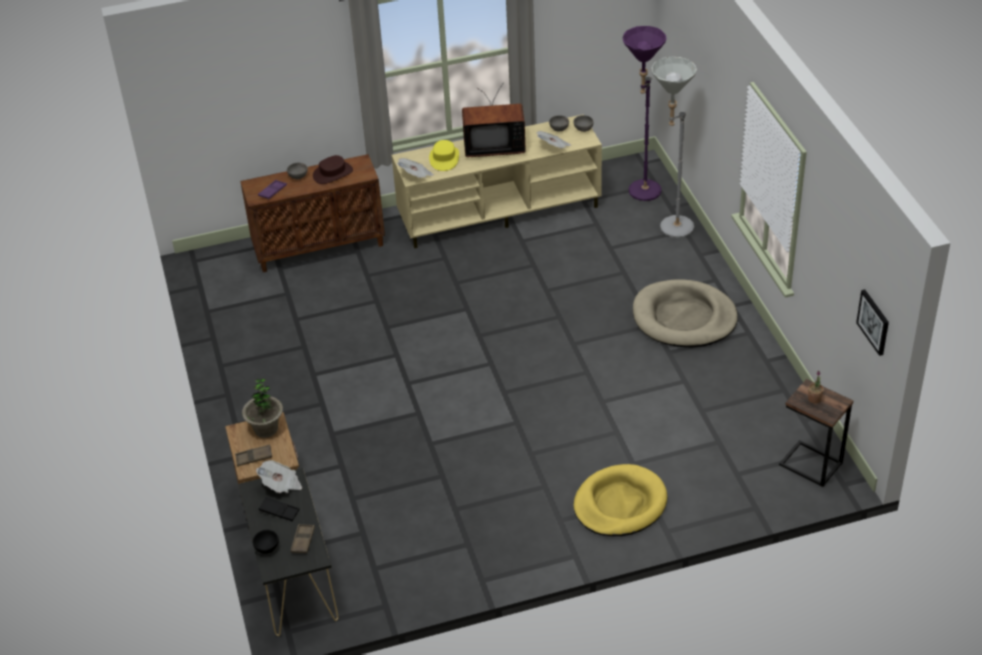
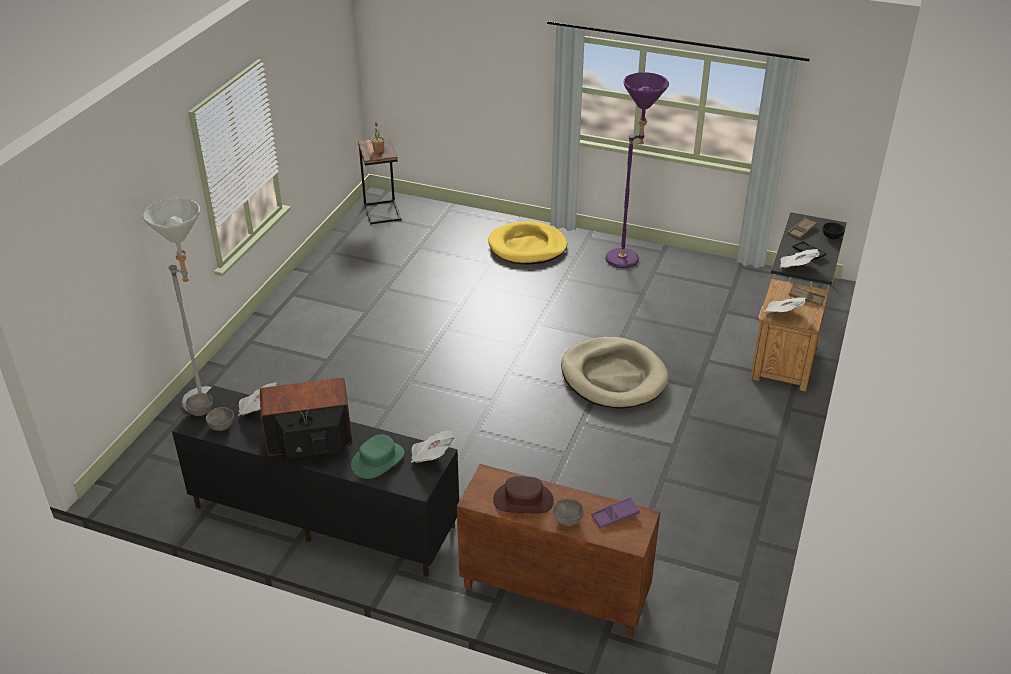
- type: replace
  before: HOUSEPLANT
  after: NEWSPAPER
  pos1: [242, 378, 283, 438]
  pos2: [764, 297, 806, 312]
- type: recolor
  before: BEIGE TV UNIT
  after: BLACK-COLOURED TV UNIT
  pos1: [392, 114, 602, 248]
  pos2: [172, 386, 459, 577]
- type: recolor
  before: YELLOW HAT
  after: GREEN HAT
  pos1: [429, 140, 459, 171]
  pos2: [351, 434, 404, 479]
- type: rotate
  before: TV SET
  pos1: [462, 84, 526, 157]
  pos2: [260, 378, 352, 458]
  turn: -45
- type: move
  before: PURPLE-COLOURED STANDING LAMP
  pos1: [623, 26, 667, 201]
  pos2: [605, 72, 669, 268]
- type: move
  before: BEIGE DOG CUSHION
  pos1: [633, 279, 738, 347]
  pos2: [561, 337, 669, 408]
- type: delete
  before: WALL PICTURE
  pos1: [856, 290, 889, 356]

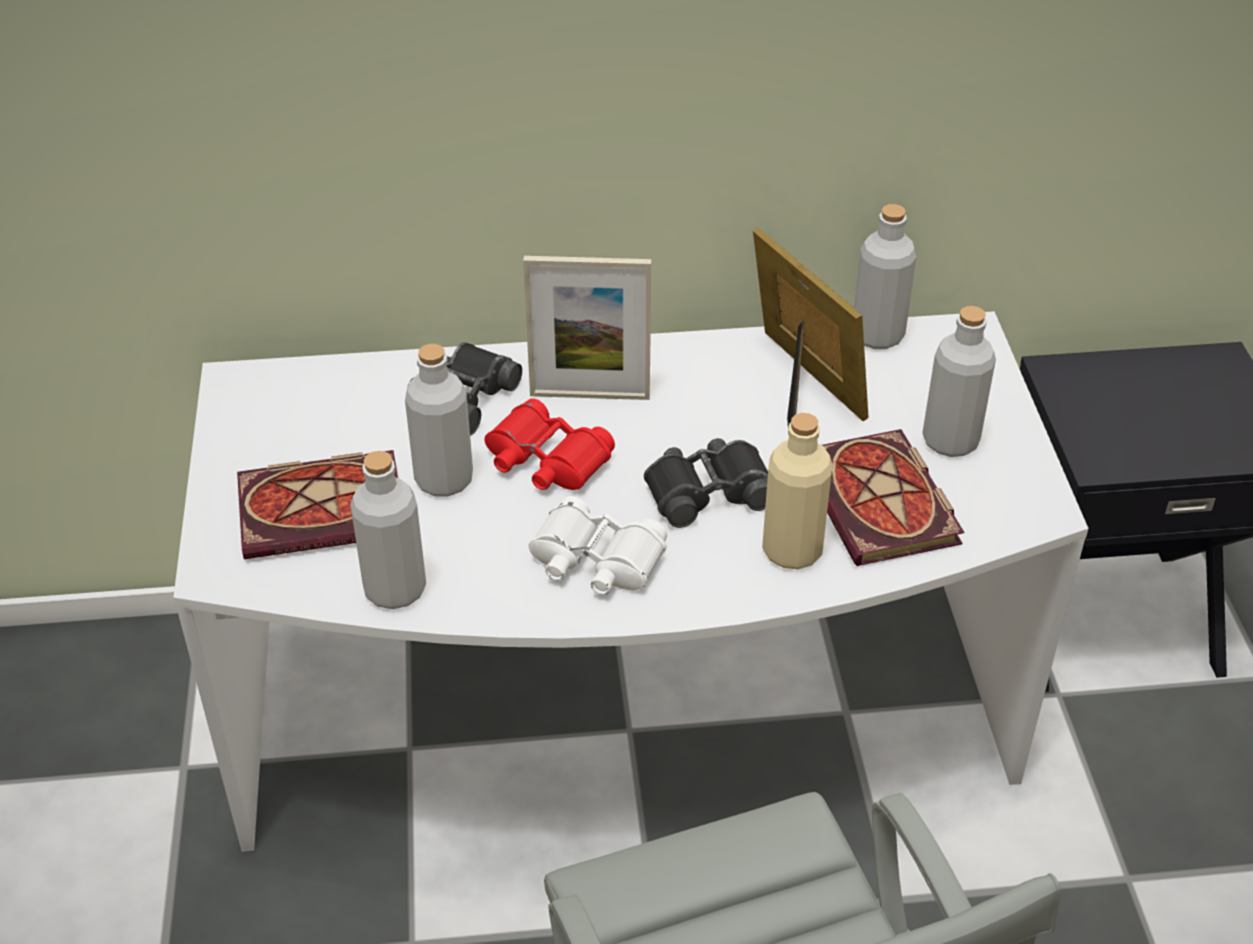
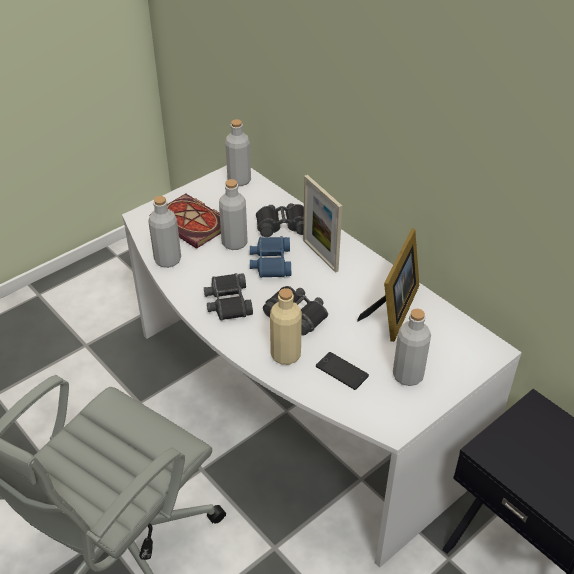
- type: recolor
  before: RED-COLOURED PAIR OF BINOCULARS
  after: BLUISH PAIR OF BINOCULARS
  pos1: [485, 398, 615, 490]
  pos2: [250, 236, 291, 278]
- type: recolor
  before: WHITE PAIR OF BINOCULARS
  after: BLACK-COLOURED PAIR OF BINOCULARS
  pos1: [529, 496, 667, 595]
  pos2: [204, 273, 253, 320]
- type: replace
  before: BOUND BOOK
  after: HANDSET
  pos1: [822, 429, 964, 566]
  pos2: [316, 352, 369, 390]
- type: move
  before: GRAY DRINK BOTTLE
  pos1: [854, 204, 916, 349]
  pos2: [225, 119, 251, 186]

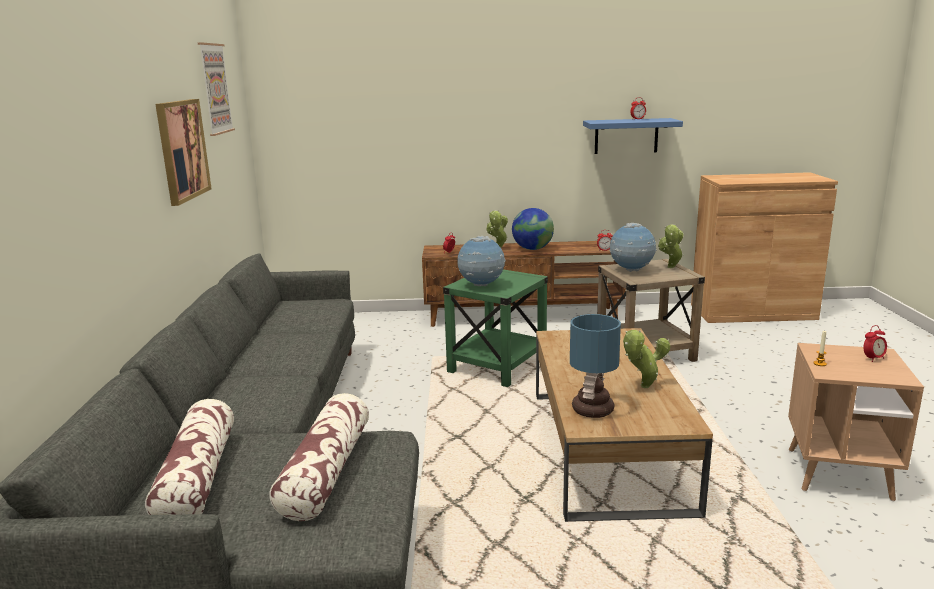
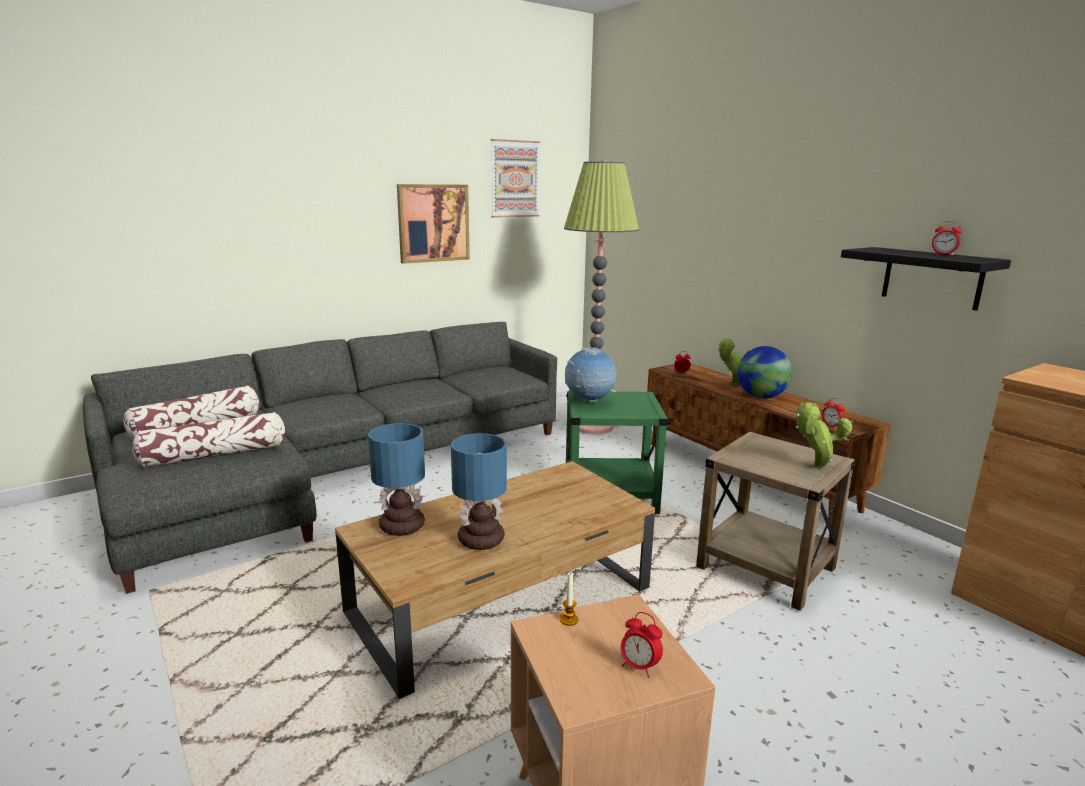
- type: recolor
  before: BLUISH BRACKET SHELF
  after: BLACK-COLOURED BRACKET SHELF
  pos1: [583, 118, 683, 154]
  pos2: [841, 247, 1011, 311]
- type: delete
  before: DESK GLOBE
  pos1: [610, 223, 657, 272]
- type: replace
  before: HOUSEPLANT
  after: LAMP FOR A TABLE
  pos1: [623, 330, 670, 388]
  pos2: [451, 433, 507, 550]
- type: insert
  after: STANDING LAMP
  pos2: [564, 161, 639, 434]

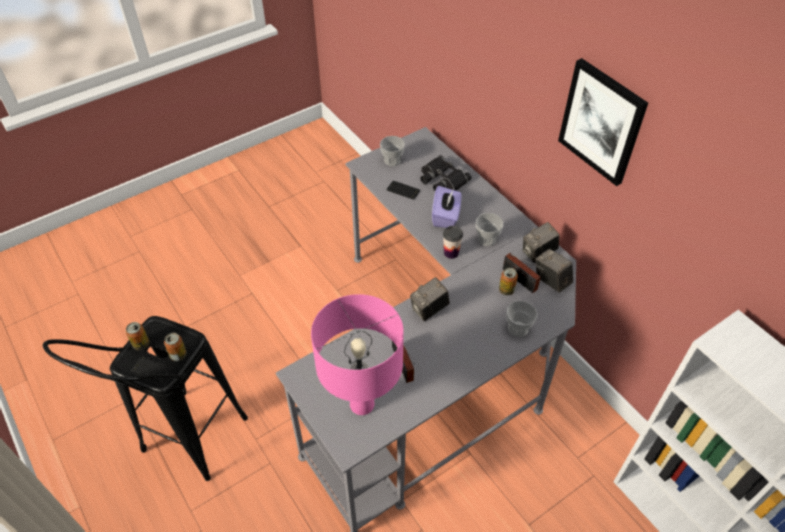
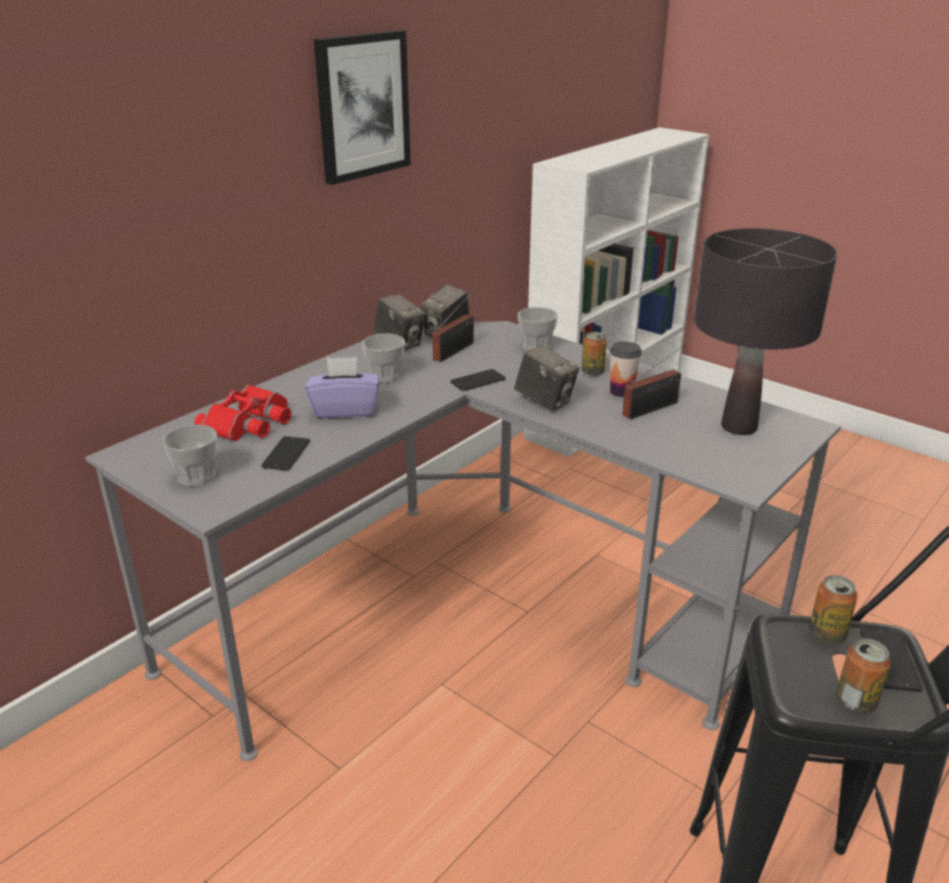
- type: recolor
  before: PINK LAMP FOR A TABLE
  after: BLACK-COLOURED LAMP FOR A TABLE
  pos1: [311, 294, 404, 415]
  pos2: [694, 228, 837, 435]
- type: recolor
  before: BLACK-COLOURED PAIR OF BINOCULARS
  after: RED-COLOURED PAIR OF BINOCULARS
  pos1: [420, 155, 472, 191]
  pos2: [194, 385, 291, 441]
- type: move
  before: DRINKING CUP
  pos1: [443, 226, 463, 259]
  pos2: [610, 341, 642, 397]
- type: move
  before: SEALED CAN
  pos1: [499, 268, 518, 295]
  pos2: [581, 332, 607, 376]
- type: insert
  after: HANDSET
  pos2: [450, 369, 506, 391]

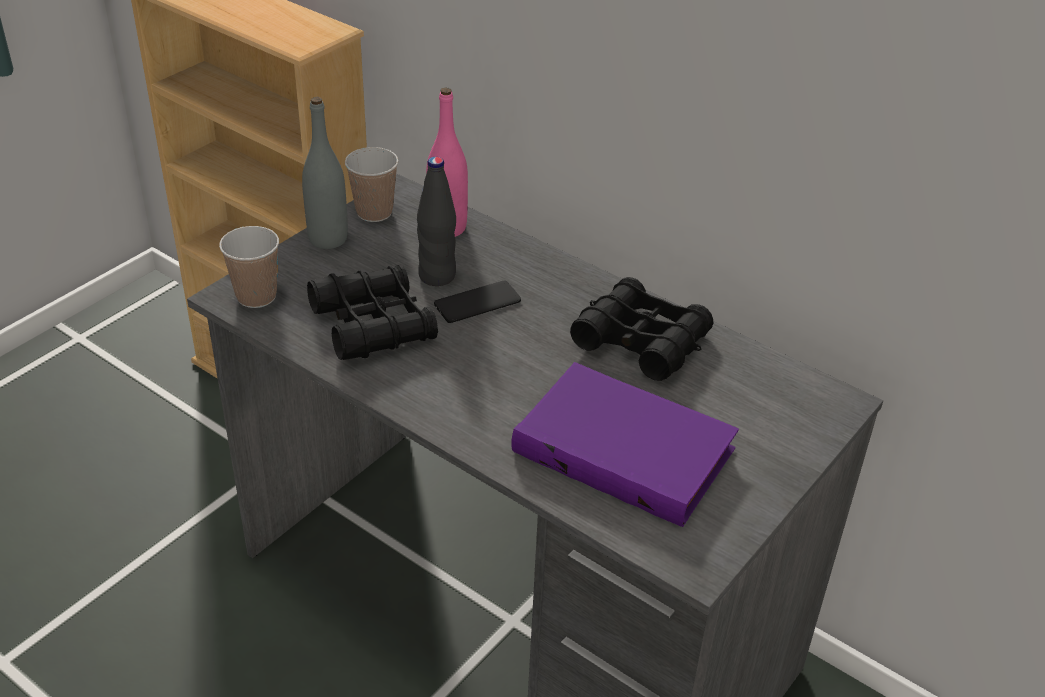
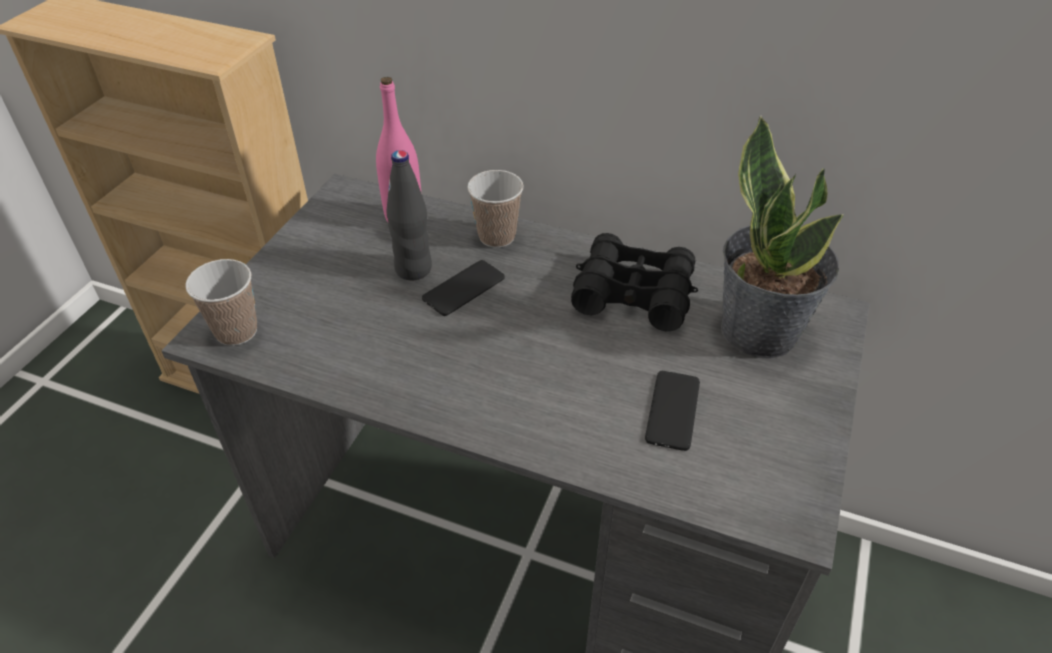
- type: delete
  before: GRAY DRINK BOTTLE
  pos1: [302, 97, 348, 249]
- type: delete
  before: BLACK-COLOURED PAIR OF BINOCULARS
  pos1: [307, 264, 438, 360]
- type: move
  before: DRINKING CUP
  pos1: [345, 147, 399, 222]
  pos2: [467, 170, 523, 248]
- type: replace
  before: PURPLE-COLOURED BOUND BOOK
  after: HANDSET
  pos1: [511, 362, 739, 527]
  pos2: [645, 371, 700, 451]
- type: insert
  after: HOUSEPLANT
  pos2: [721, 115, 844, 359]

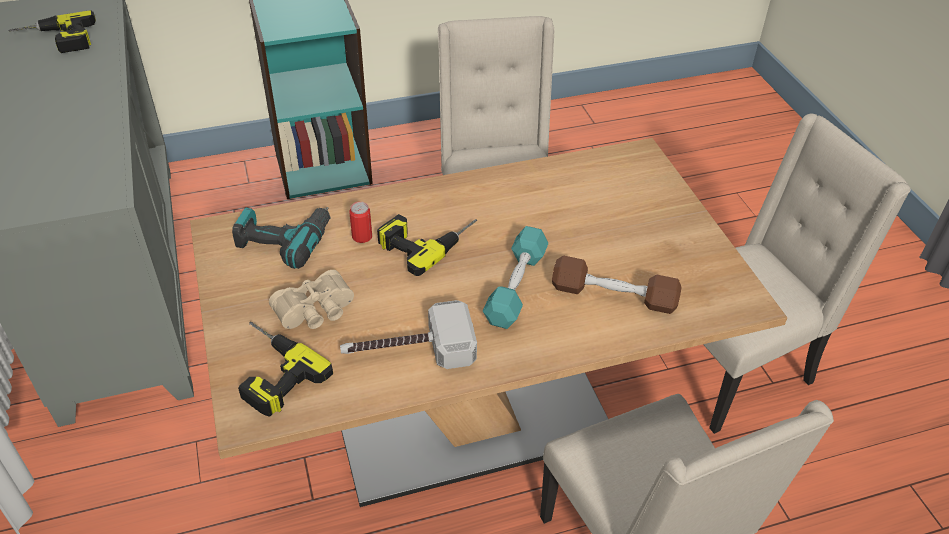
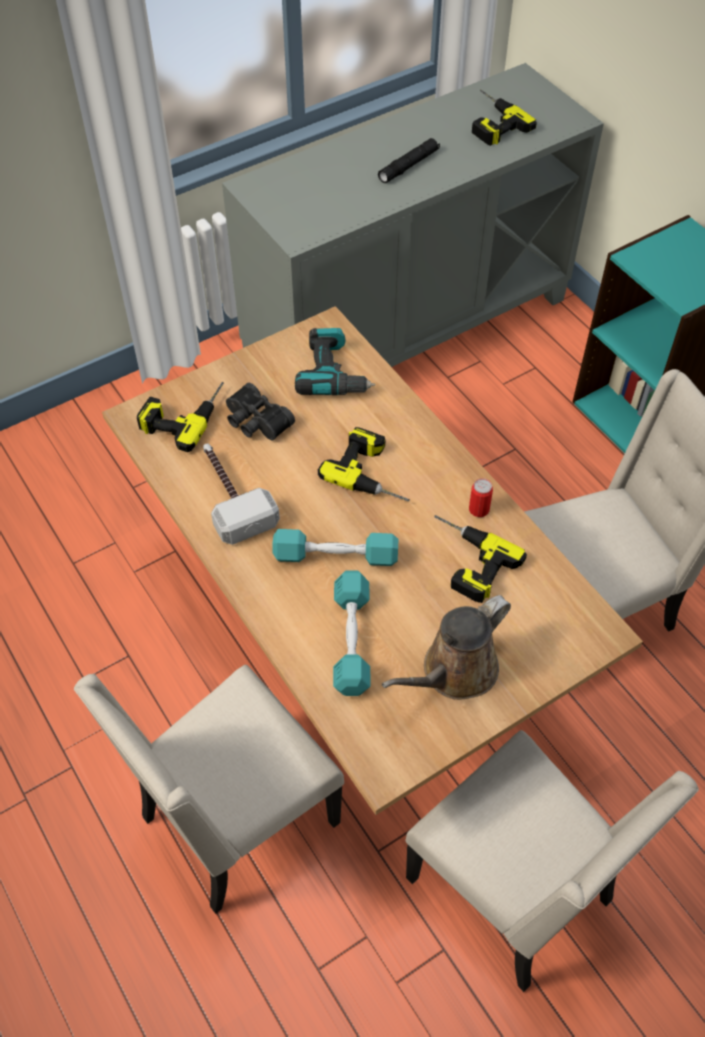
- type: recolor
  before: BEIGE PAIR OF BINOCULARS
  after: BLACK-COLOURED PAIR OF BINOCULARS
  pos1: [269, 270, 354, 329]
  pos2: [226, 383, 295, 440]
- type: move
  before: SEALED CAN
  pos1: [349, 202, 372, 243]
  pos2: [469, 478, 493, 517]
- type: recolor
  before: BROWNISH HAND WEIGHT
  after: BLUE-GREEN HAND WEIGHT
  pos1: [552, 256, 682, 314]
  pos2: [333, 570, 371, 696]
- type: insert
  after: BLACK-COLOURED TORCH
  pos2: [378, 138, 440, 183]
- type: insert
  after: BROWNISH SPRINKLING CAN
  pos2: [382, 595, 511, 700]
- type: insert
  after: DRILL
  pos2: [434, 515, 527, 603]

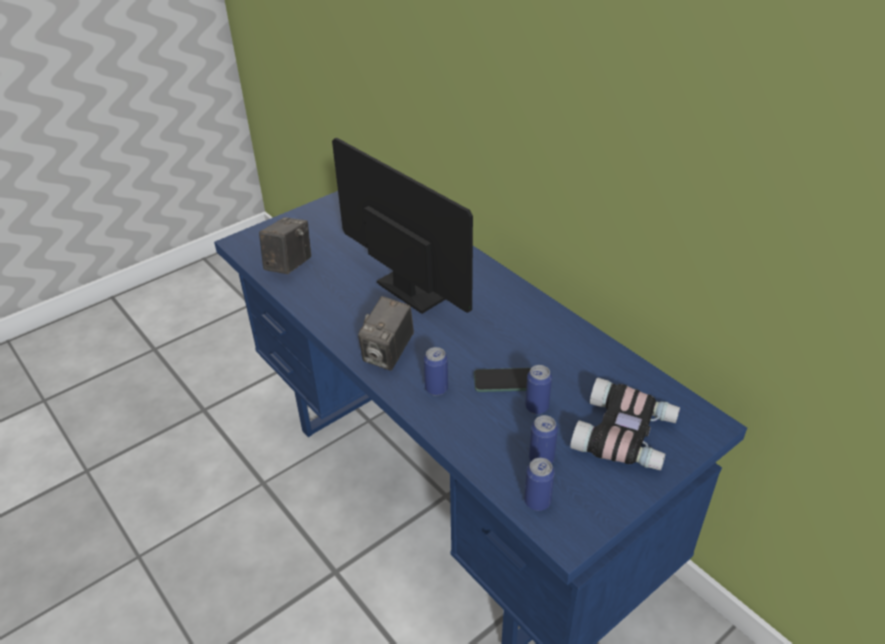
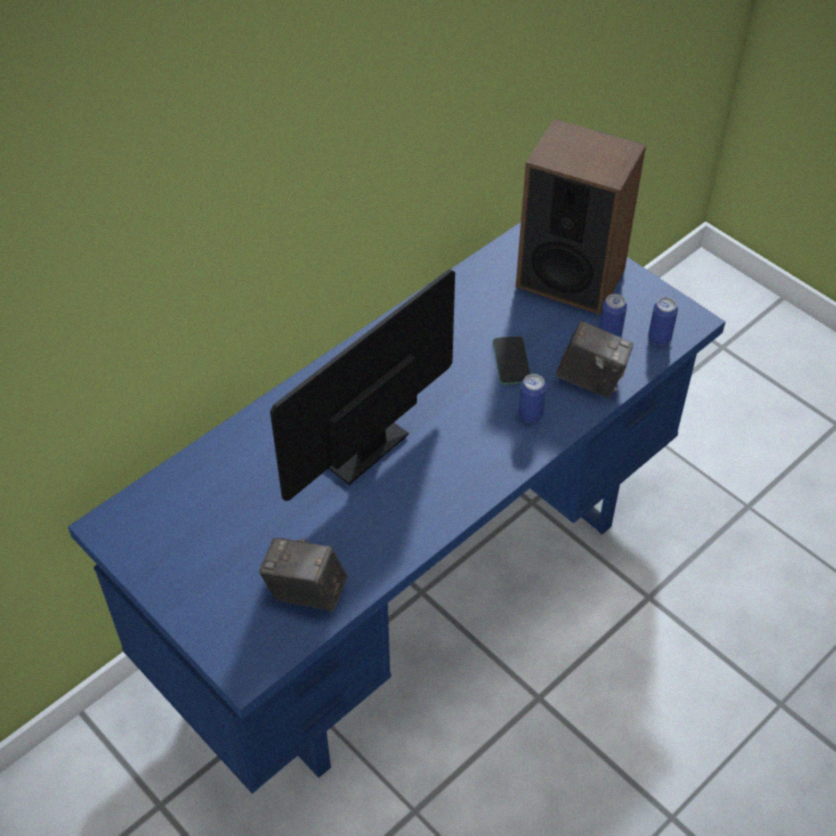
- type: move
  before: PHOTO CAMERA
  pos1: [358, 296, 414, 371]
  pos2: [556, 321, 633, 398]
- type: delete
  before: SEALED CAN
  pos1: [525, 365, 552, 414]
- type: replace
  before: PAIR OF BINOCULARS
  after: AUDIO SPEAKER
  pos1: [570, 378, 680, 471]
  pos2: [516, 119, 646, 315]

